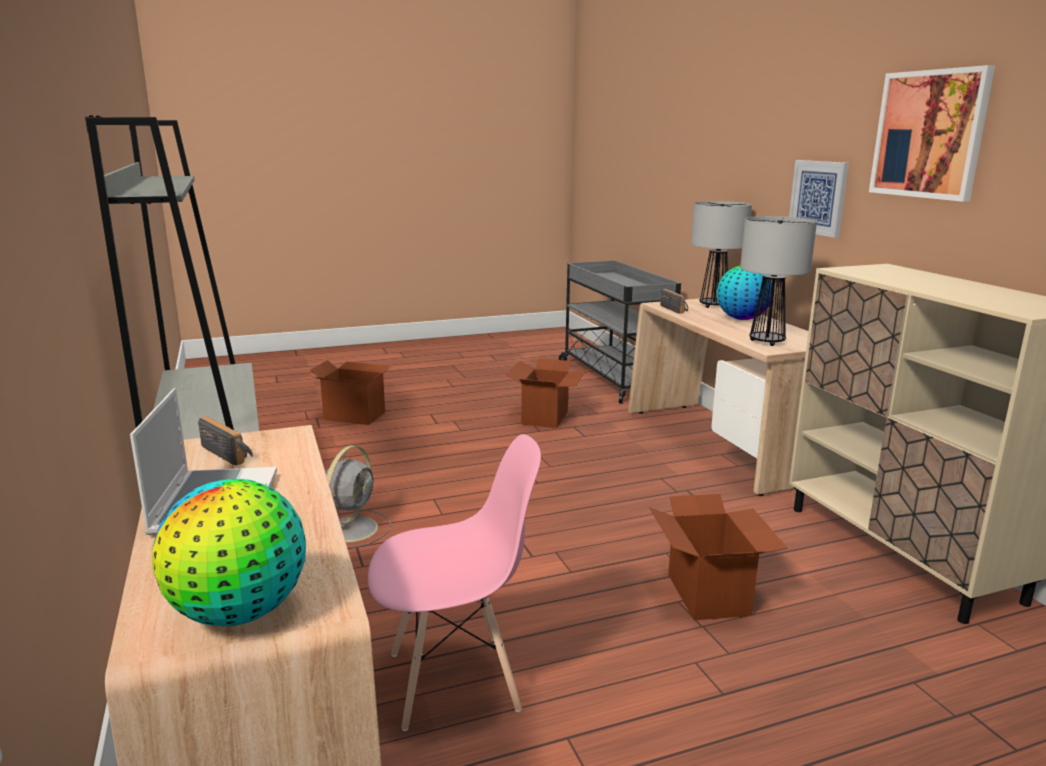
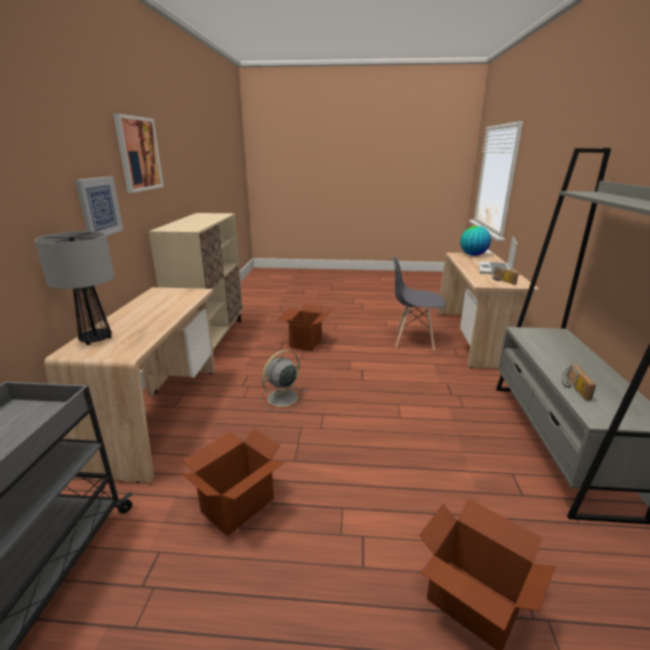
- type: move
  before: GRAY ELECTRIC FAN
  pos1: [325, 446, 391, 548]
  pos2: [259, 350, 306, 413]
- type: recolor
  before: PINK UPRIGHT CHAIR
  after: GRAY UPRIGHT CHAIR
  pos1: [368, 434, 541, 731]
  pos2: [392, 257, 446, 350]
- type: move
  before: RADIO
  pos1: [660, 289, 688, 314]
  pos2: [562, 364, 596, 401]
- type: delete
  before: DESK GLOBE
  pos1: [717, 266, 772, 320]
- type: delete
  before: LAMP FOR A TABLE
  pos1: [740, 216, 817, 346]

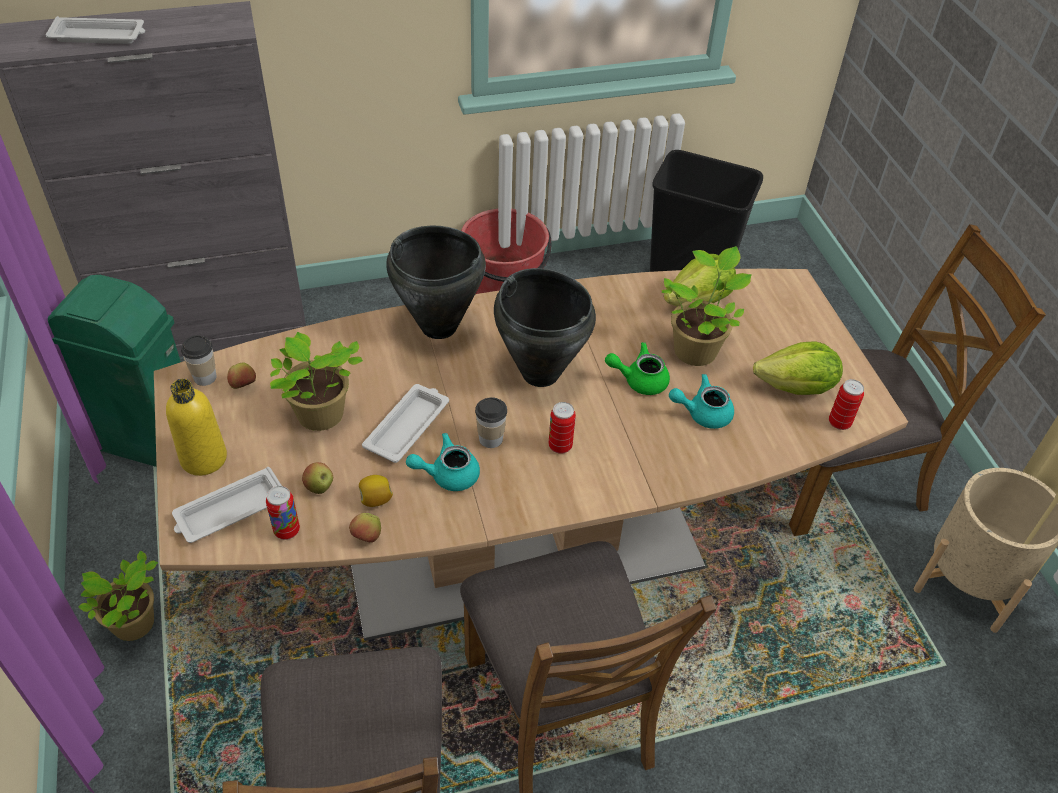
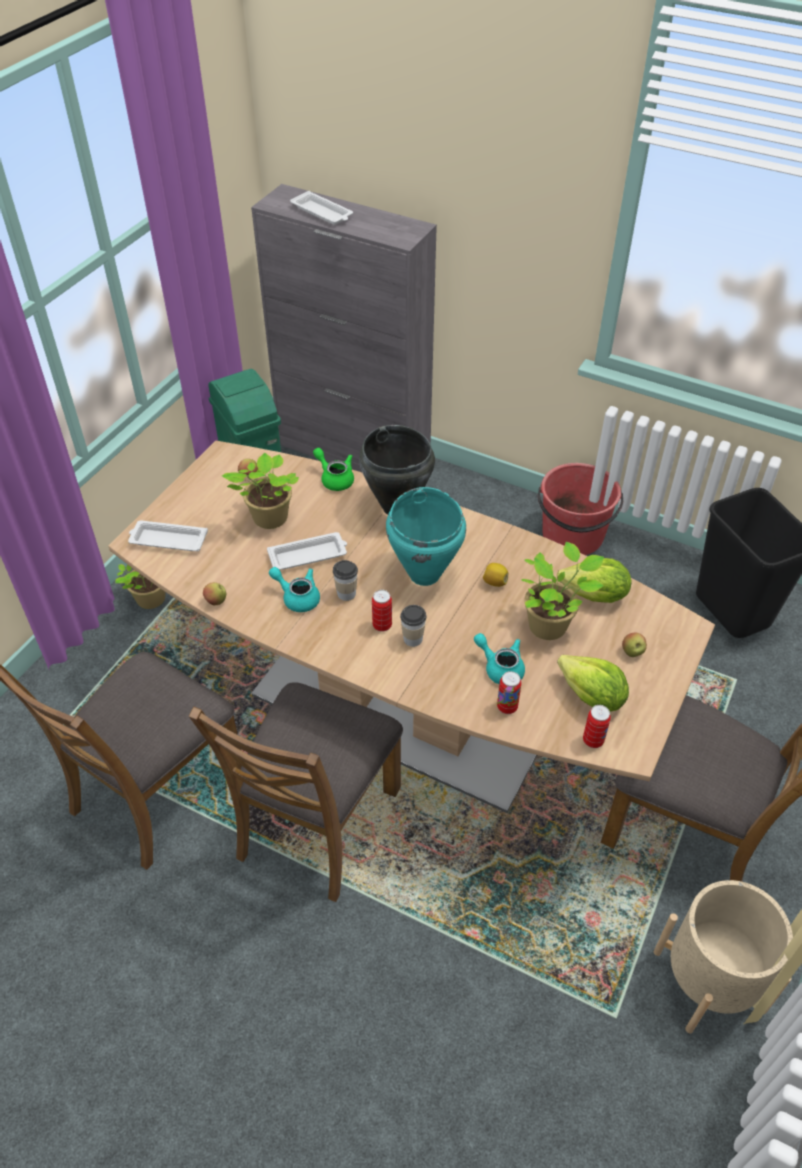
- type: delete
  before: YELLOW DRINK BOTTLE
  pos1: [166, 379, 227, 476]
- type: move
  before: DRINKING CUP
  pos1: [181, 335, 217, 386]
  pos2: [400, 605, 427, 647]
- type: move
  before: SEALED CAN
  pos1: [266, 486, 300, 540]
  pos2: [497, 671, 521, 714]
- type: move
  before: APPLE
  pos1: [302, 462, 333, 494]
  pos2: [622, 633, 647, 657]
- type: move
  before: CITRUS FRUIT
  pos1: [359, 475, 393, 507]
  pos2: [483, 563, 508, 587]
- type: recolor
  before: BLACK-COLOURED COOKING POT
  after: BLUE-GREEN COOKING POT
  pos1: [494, 268, 596, 387]
  pos2: [386, 487, 466, 586]
- type: move
  before: GREEN POT FOR TEA
  pos1: [605, 342, 670, 395]
  pos2: [313, 448, 354, 491]

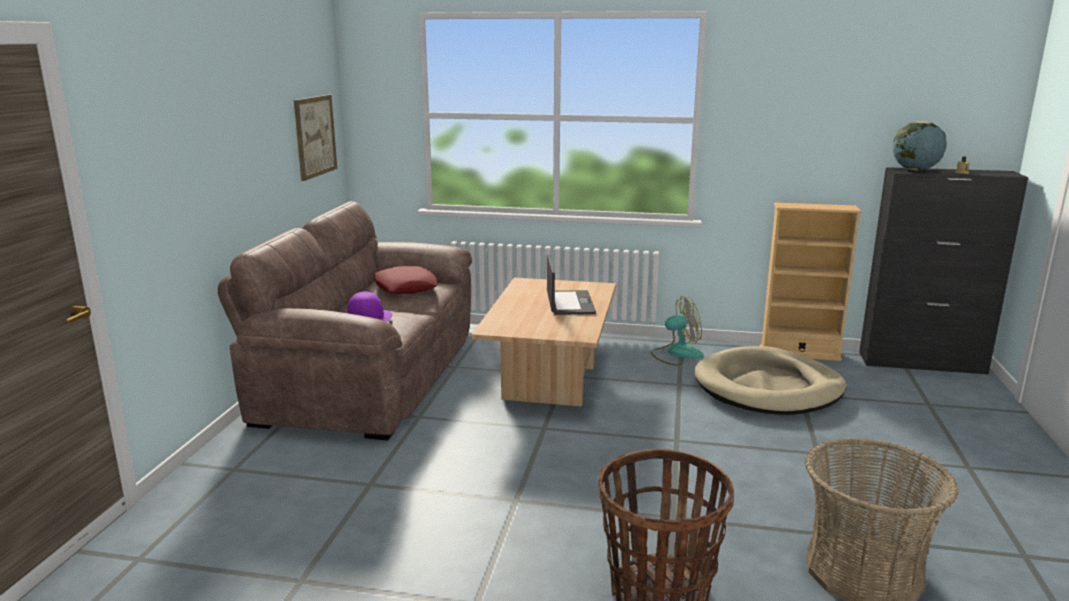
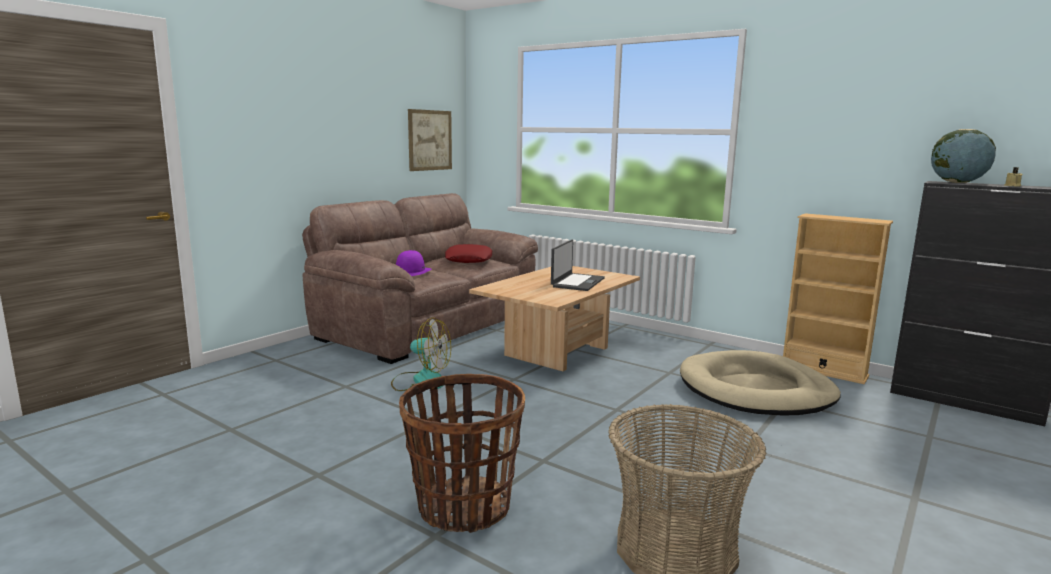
- type: move
  before: ELECTRIC FAN
  pos1: [651, 296, 704, 365]
  pos2: [391, 318, 451, 391]

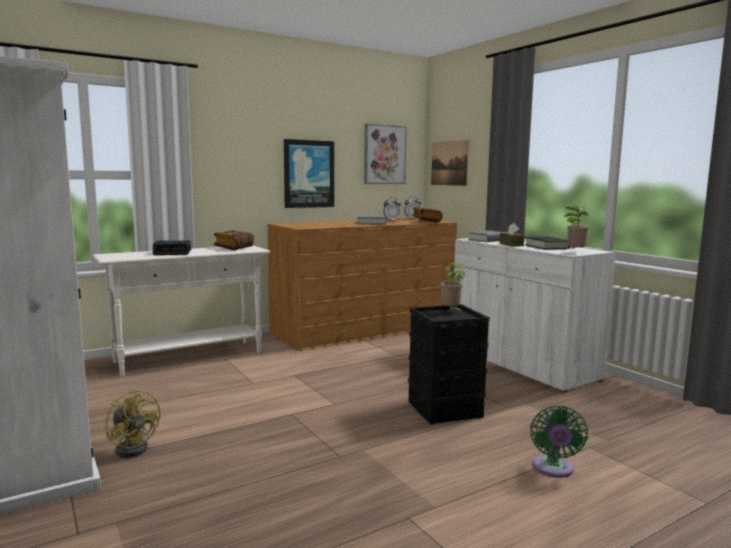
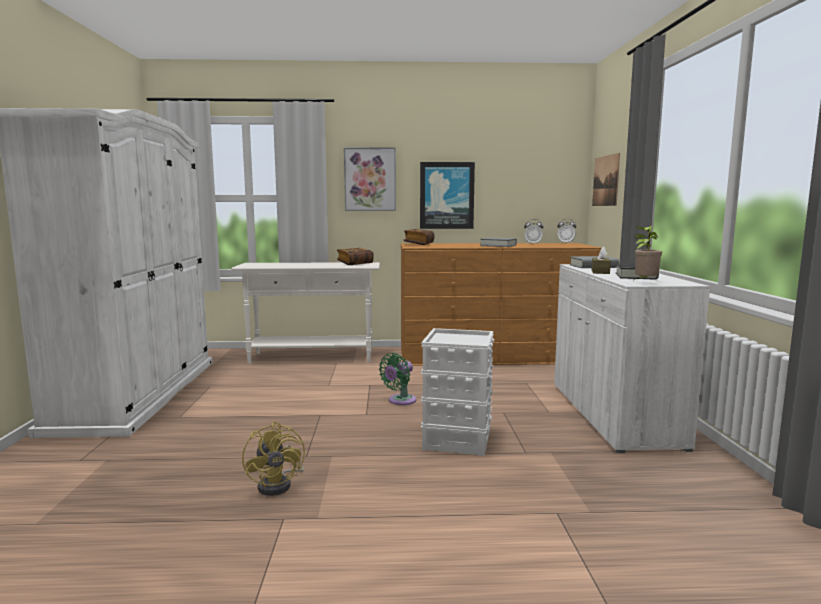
- type: move
  before: YELLOW ELECTRIC FAN
  pos1: [106, 389, 160, 458]
  pos2: [242, 422, 305, 496]
- type: delete
  before: TABLE CLOCK
  pos1: [153, 240, 191, 255]
- type: move
  before: WALL PICTURE
  pos1: [364, 124, 407, 184]
  pos2: [344, 147, 396, 211]
- type: recolor
  before: BLACK-COLOURED STORAGE CONTAINER
  after: WHITE STORAGE CONTAINER
  pos1: [408, 304, 490, 425]
  pos2: [421, 328, 494, 456]
- type: move
  before: BOUND BOOK
  pos1: [412, 207, 442, 223]
  pos2: [404, 229, 434, 245]
- type: delete
  before: HOUSEPLANT
  pos1: [440, 263, 465, 313]
- type: move
  before: GREEN ELECTRIC FAN
  pos1: [530, 405, 588, 478]
  pos2: [379, 353, 416, 405]

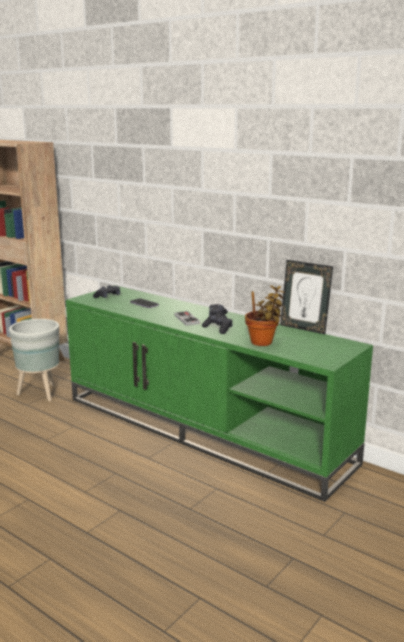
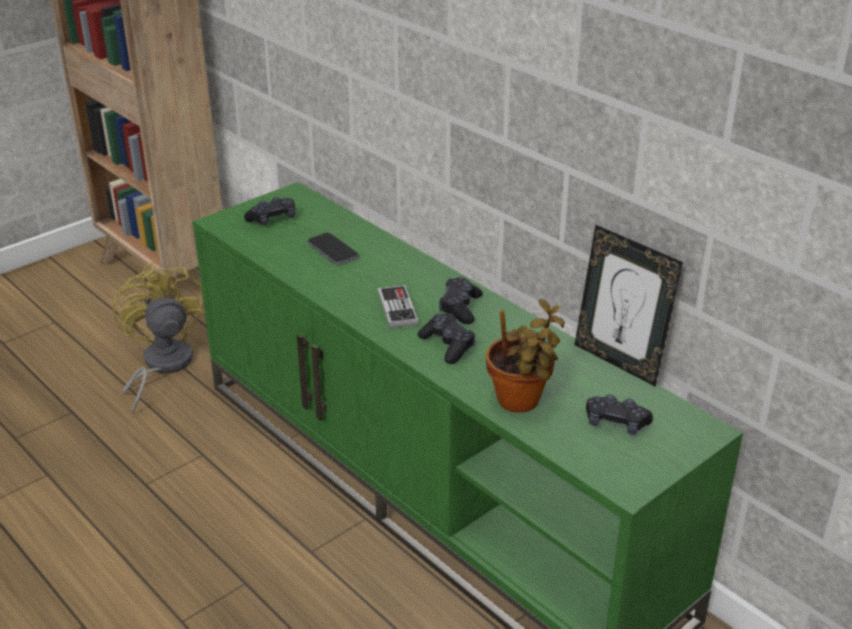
- type: replace
  before: GRAY PLANTER
  after: YELLOW ELECTRIC FAN
  pos1: [9, 319, 59, 401]
  pos2: [113, 262, 205, 414]
- type: insert
  after: BLACK-COLOURED JOYPAD
  pos2: [586, 394, 653, 435]

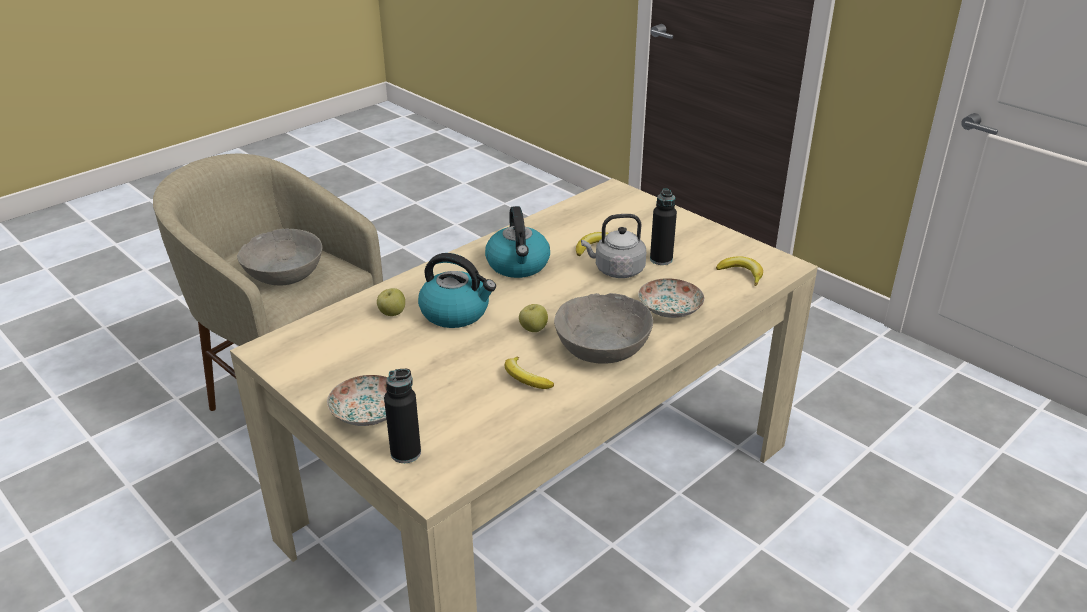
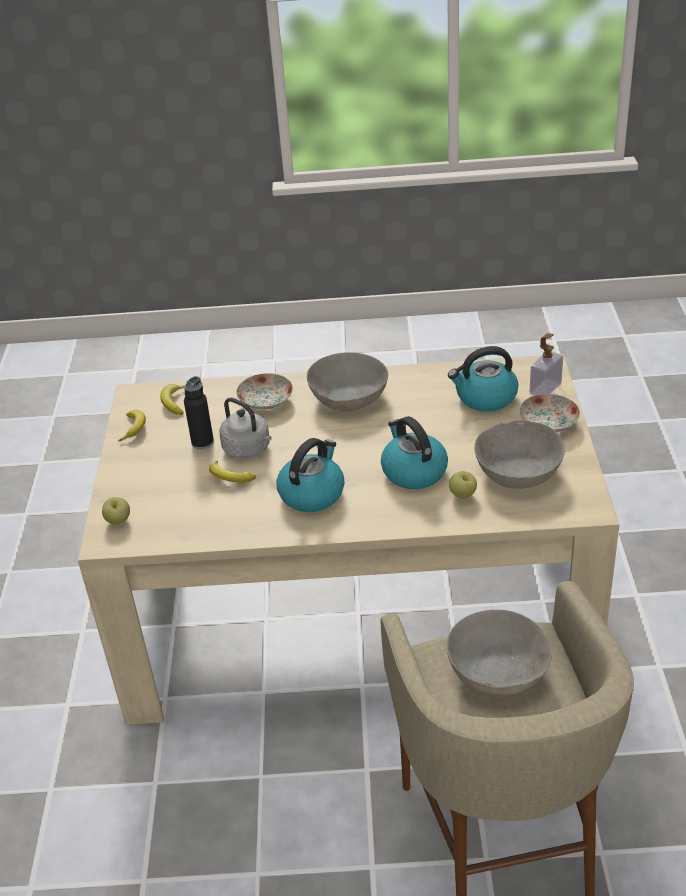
- type: replace
  before: BLACK-COLOURED DRINK BOTTLE
  after: SOAP DISPENSER
  pos1: [384, 369, 421, 463]
  pos2: [530, 333, 563, 395]
- type: move
  before: BANANA
  pos1: [505, 356, 554, 389]
  pos2: [118, 410, 146, 441]
- type: move
  before: APPLE
  pos1: [519, 304, 548, 332]
  pos2: [102, 497, 130, 525]
- type: insert
  after: WATER KETTLE
  pos2: [448, 346, 518, 412]
- type: insert
  after: GRAY DEEP DISH
  pos2: [474, 420, 565, 489]

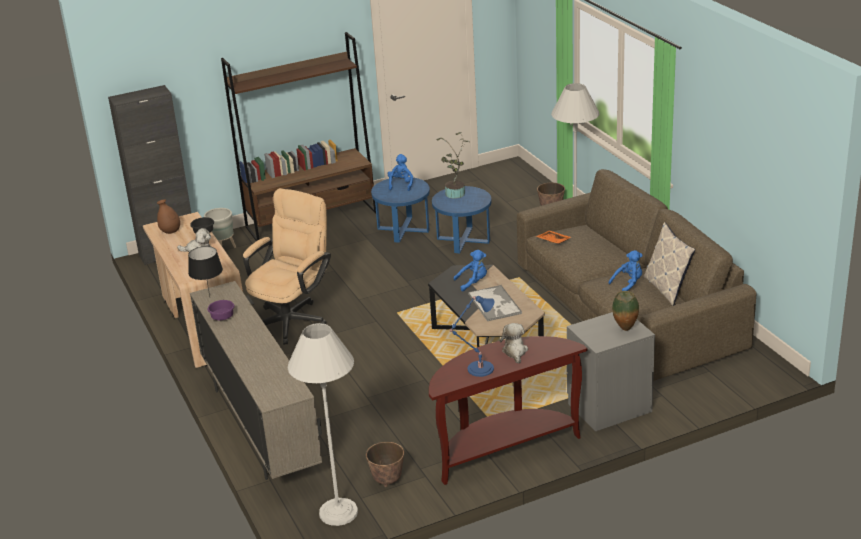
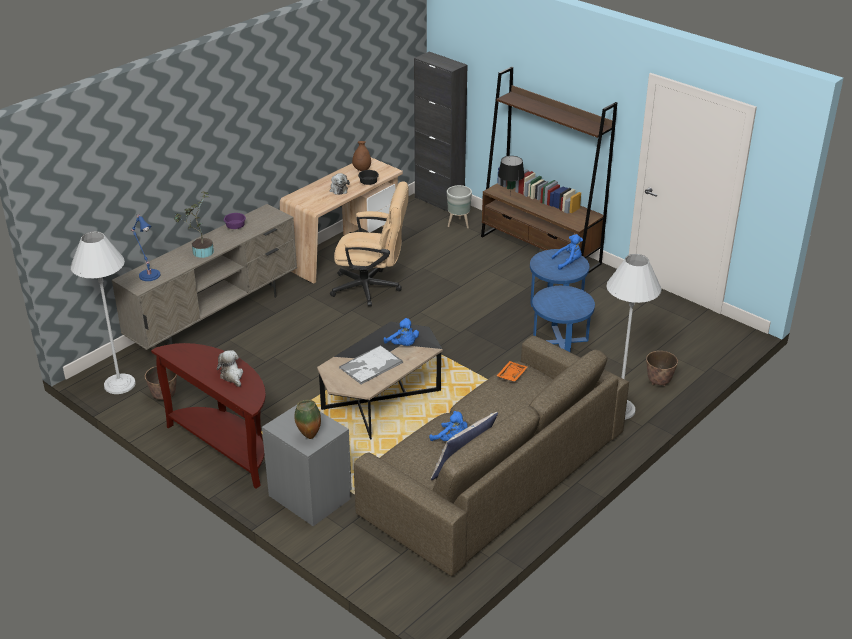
- type: move
  before: BLACK-COLOURED LAMP FOR A TABLE
  pos1: [188, 246, 223, 296]
  pos2: [498, 156, 524, 196]
- type: move
  before: HOUSEPLANT
  pos1: [437, 132, 469, 198]
  pos2: [174, 191, 214, 258]
- type: move
  before: BLUISH LAMP FOR A TABLE
  pos1: [449, 296, 494, 377]
  pos2: [131, 215, 160, 281]
- type: rotate
  before: CUDDLY TOY
  pos1: [500, 323, 528, 364]
  pos2: [217, 350, 243, 387]
  turn: -90

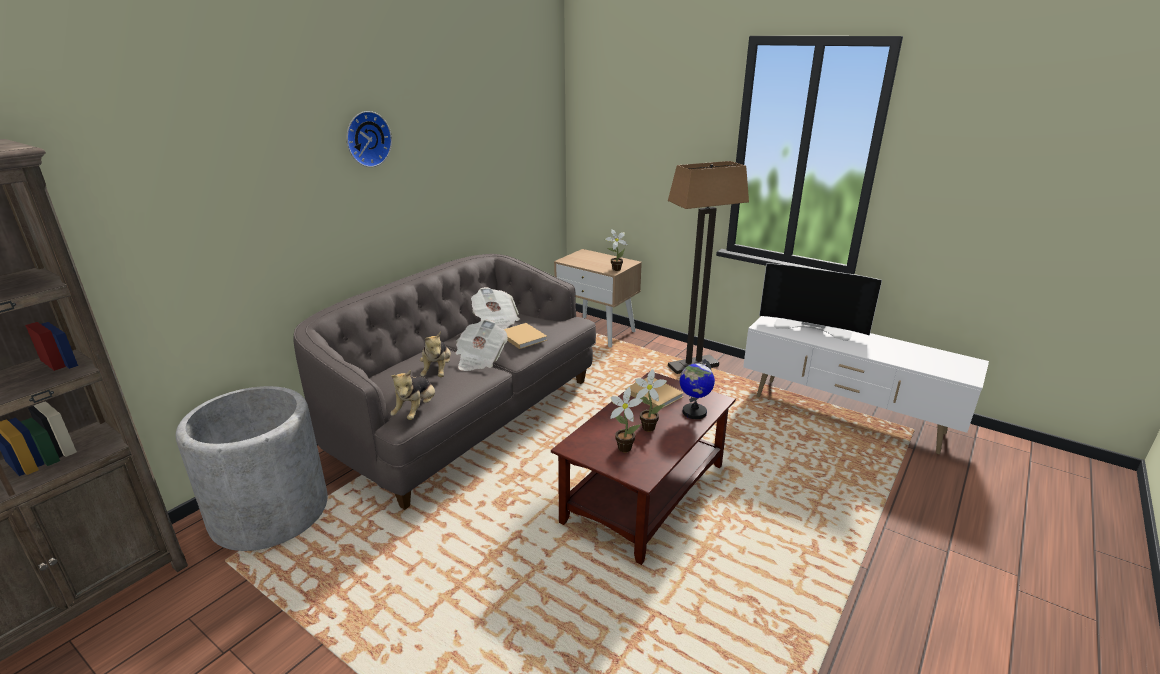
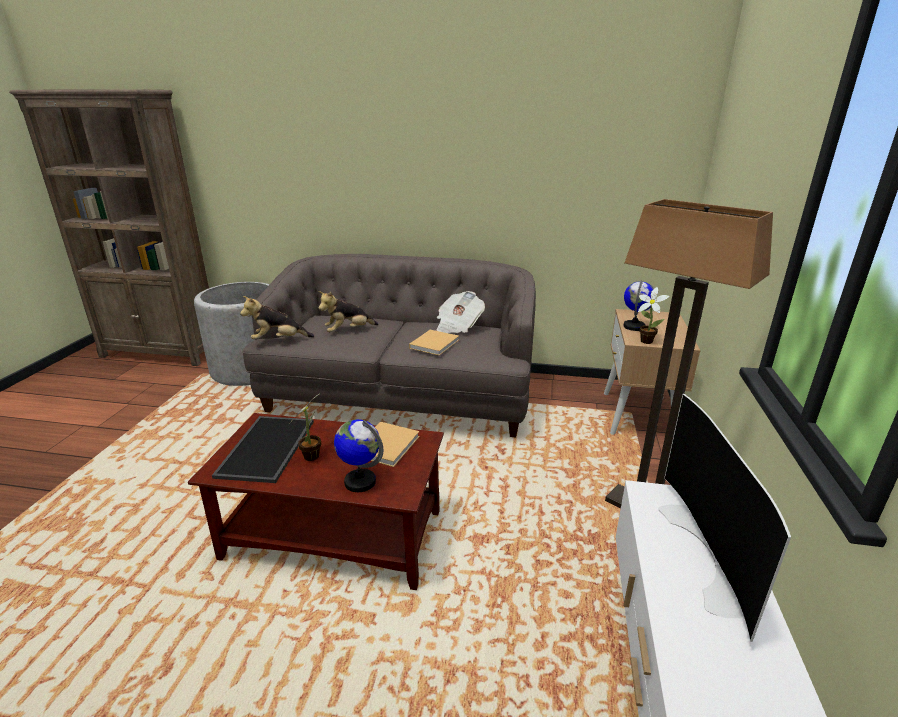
- type: delete
  before: HANGING CLOCK
  pos1: [347, 111, 392, 167]
- type: delete
  before: NEWSPAPER
  pos1: [455, 320, 508, 371]
- type: replace
  before: HOUSEPLANT
  after: SERVING TRAY
  pos1: [610, 387, 643, 452]
  pos2: [212, 416, 314, 483]
- type: insert
  after: DESK GLOBE
  pos2: [623, 280, 656, 331]

